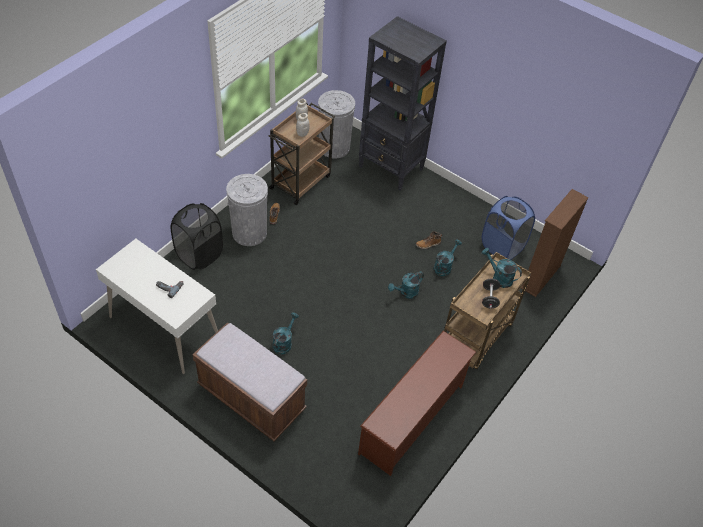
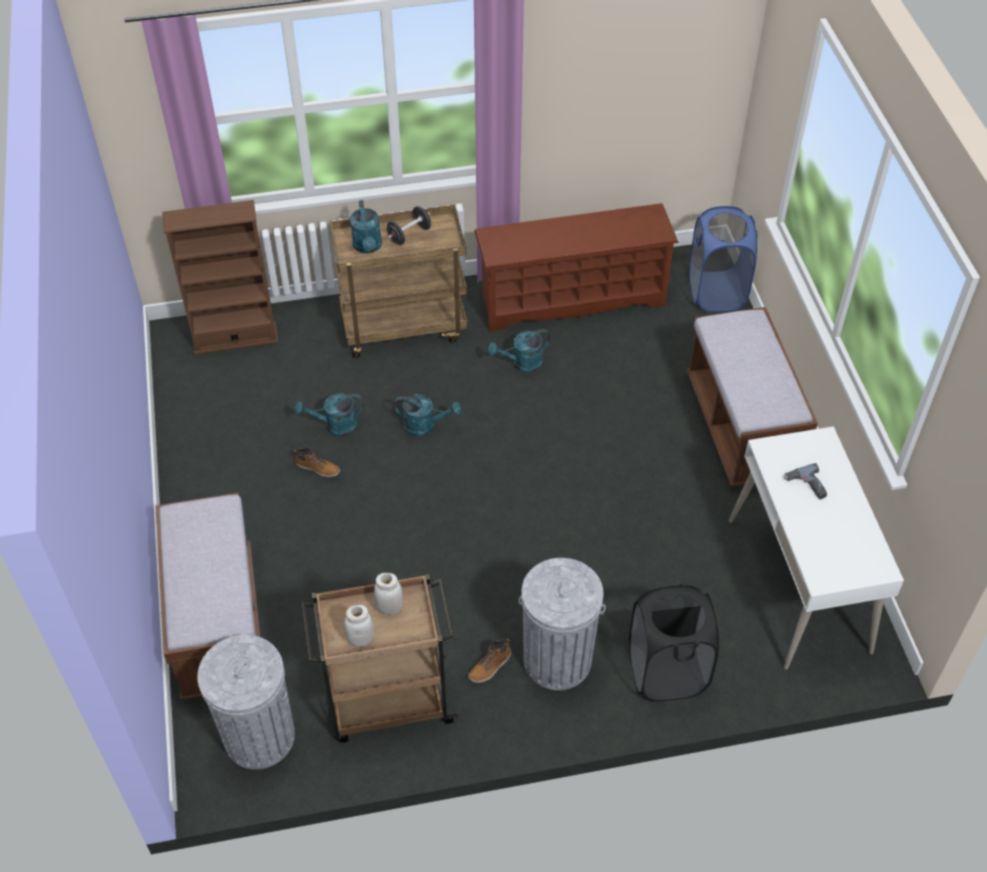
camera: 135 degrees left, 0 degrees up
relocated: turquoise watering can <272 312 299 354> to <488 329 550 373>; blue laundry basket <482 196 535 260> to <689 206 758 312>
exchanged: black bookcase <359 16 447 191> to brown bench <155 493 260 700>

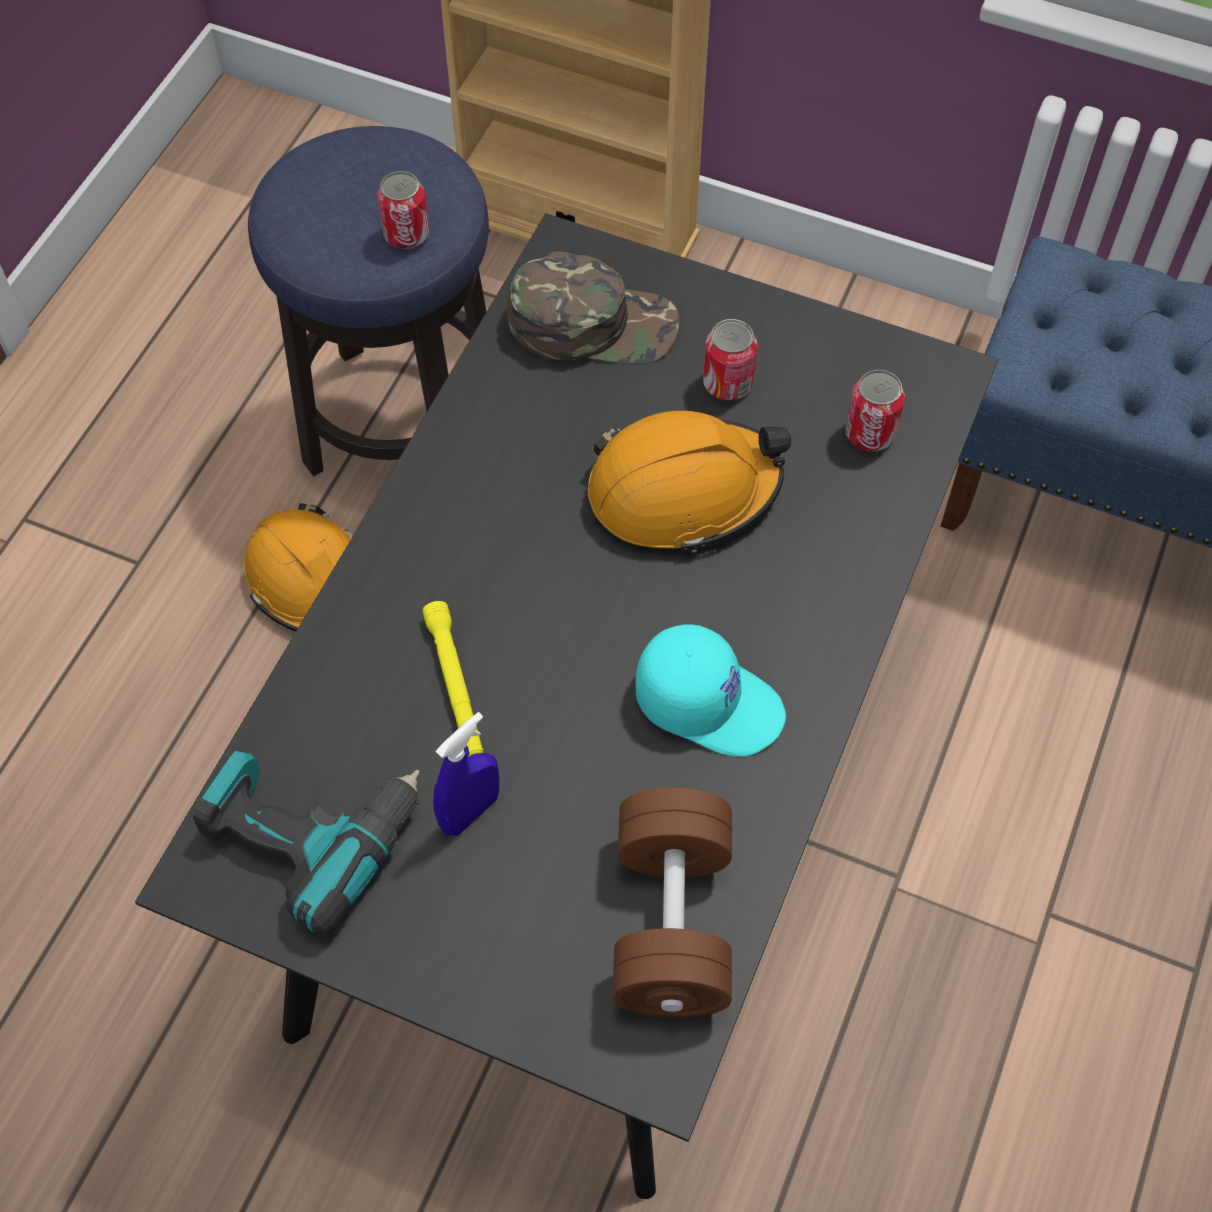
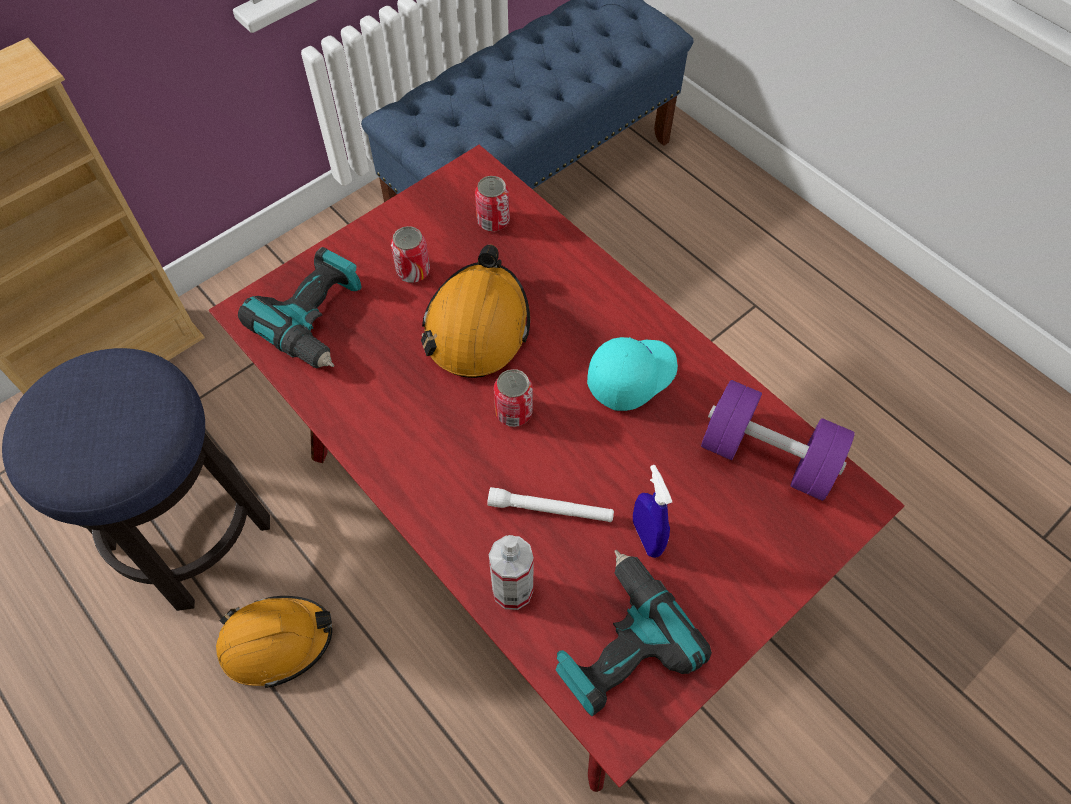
camera: 65 degrees left, 0 degrees up
appeared: spray bottle <489 535 534 610>
relocated: can <377 171 429 249> to <494 369 533 427>
exchanged: green cap <507 252 679 364> to power drill <238 247 362 368>
colour: black dining table <135 213 998 1199> to red dining table <209 145 905 792>; yellow flashlight <423 601 484 758> to white flashlight <487 487 614 522>; brown dumbbell <613 787 732 1018> to purple dumbbell <701 380 855 501>

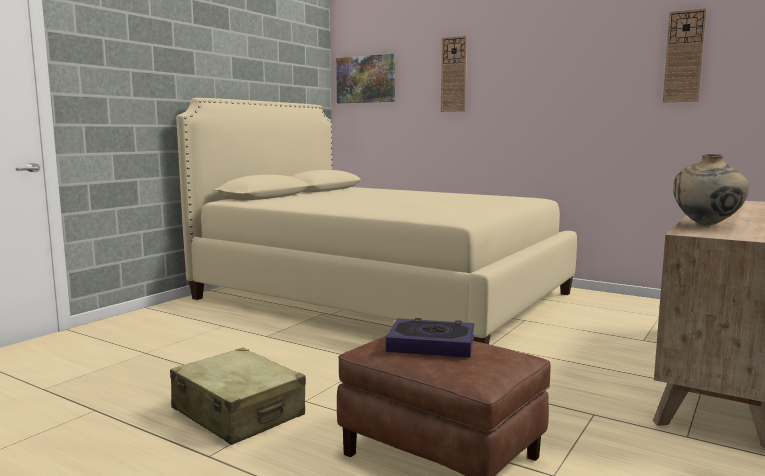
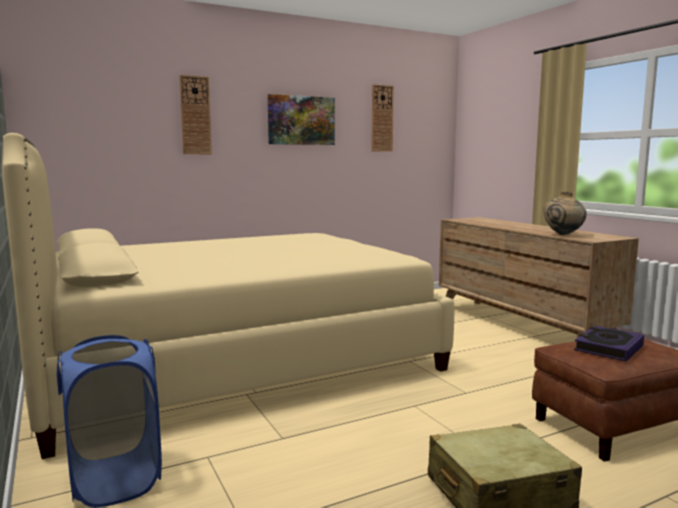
camera: 60 degrees left, 0 degrees up
appeared: blue laundry basket <57 335 162 508>
relocated: picture <336 54 395 103> to <267 94 335 145>

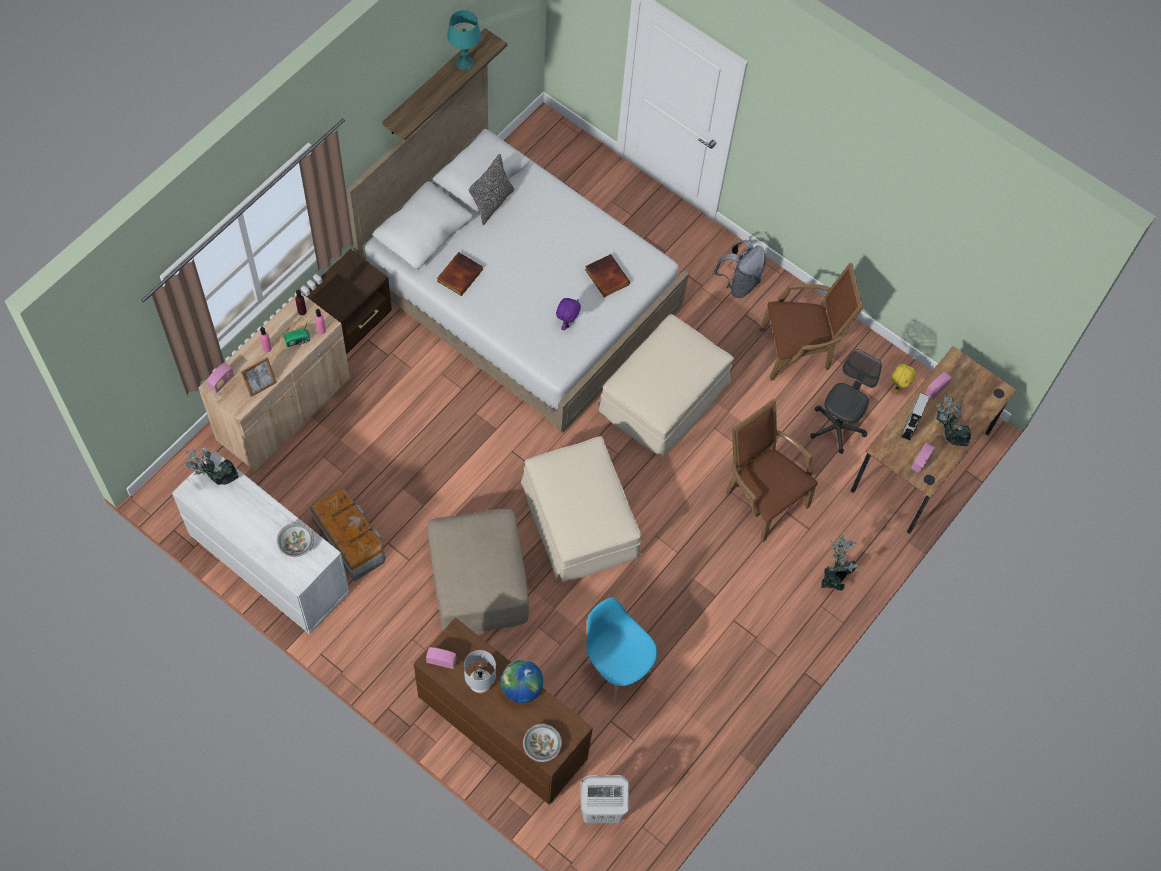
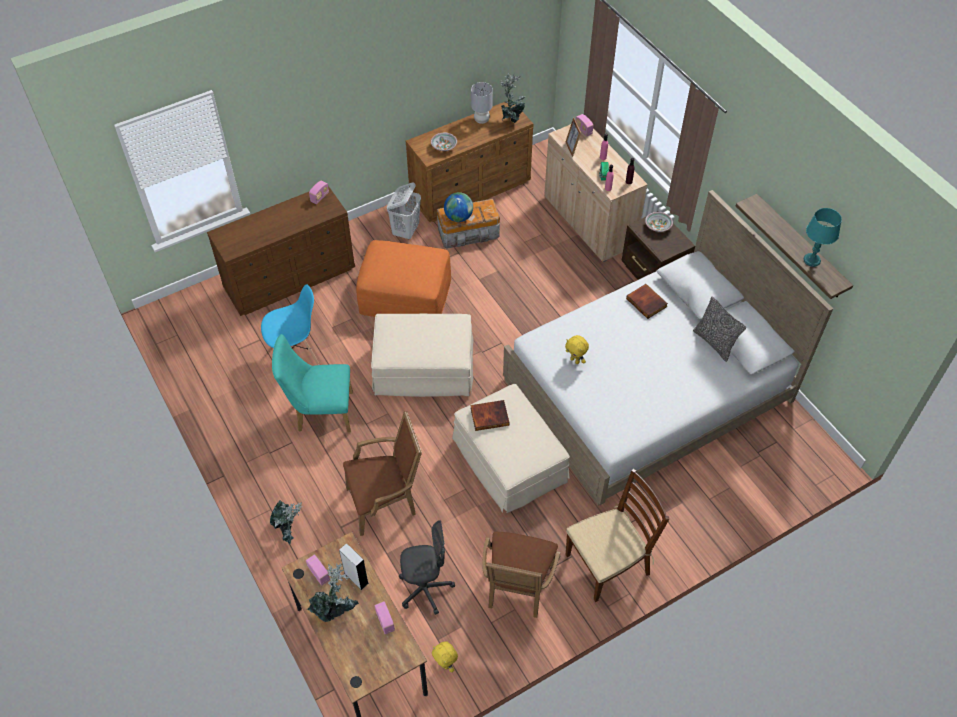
camera: 115 degrees right, 10 degrees down
appeared: turquoise chair <272 334 353 432>
relocated: grey table lamp <464 650 496 693> to <471 82 493 124>; globe <500 660 543 703> to <444 192 473 222>; bowl <523 724 562 762> to <645 212 673 232>; white laundry basket <580 775 629 823> to <387 183 421 239>; book <585 254 630 297> to <470 400 510 431>
exchanged: grey backpack <714 240 766 298> to brown chair <566 469 669 602>
colour: white dresser <172 451 350 634> to brown dresser <406 101 534 222>; beige ottoman <428 509 529 633> to orange ottoman <356 240 451 317>; purple plush toy <556 298 581 330> to yellow plush toy <565 335 589 364>
spun: grey office chair <810 349 882 454> = <399 520 455 615> 60 degrees counterclockwise

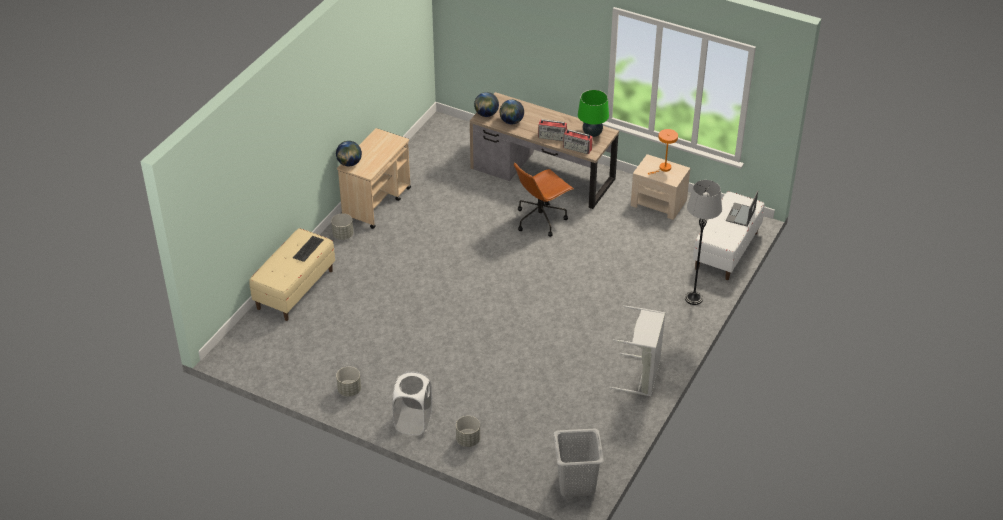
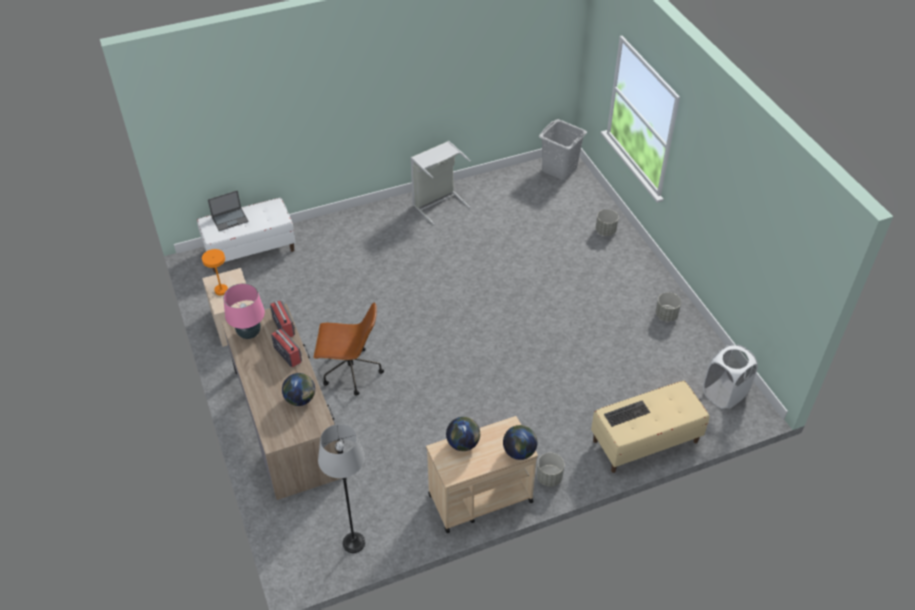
camera: 140 degrees left, 5 degrees up
relocated: white laundry basket <392 371 432 435> to <703 344 758 409>; globe <474 92 499 117> to <446 417 480 451>; grey floor lamp <685 180 722 305> to <318 424 365 553>
colour: green table lamp <578 90 609 137> to pink table lamp <223 283 265 339>

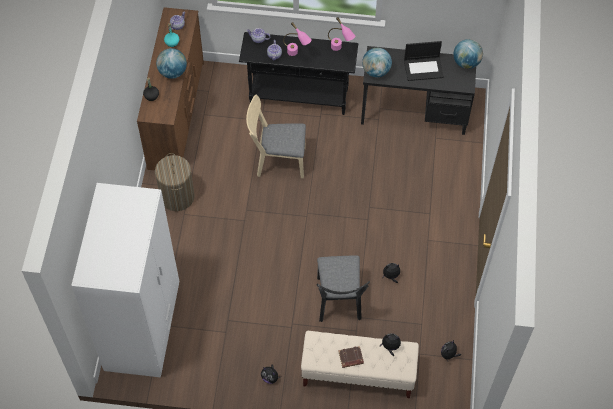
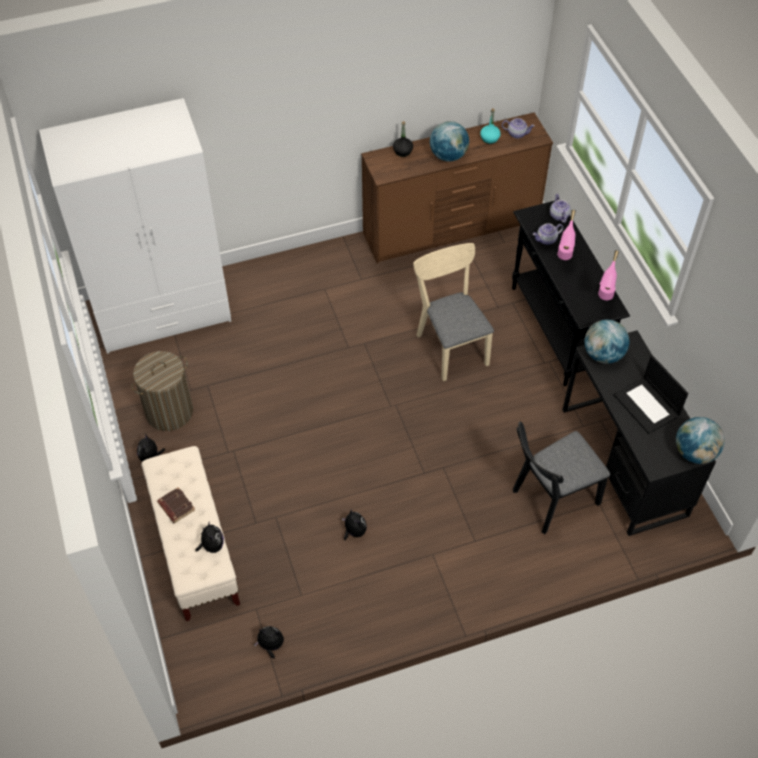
camera: 65 degrees right, 5 degrees down
relocated: laundry basket <155 153 195 211> to <131 351 193 431>; black chair <316 255 370 322> to <513 422 610 534>

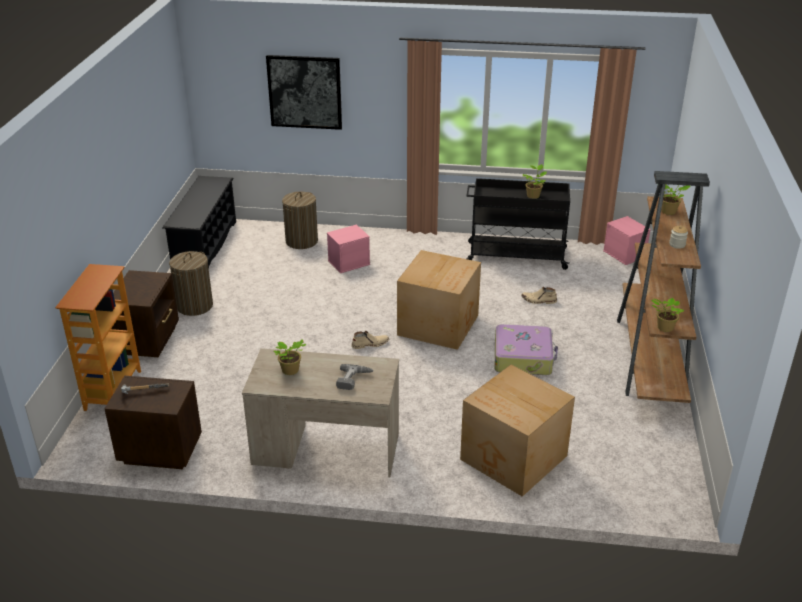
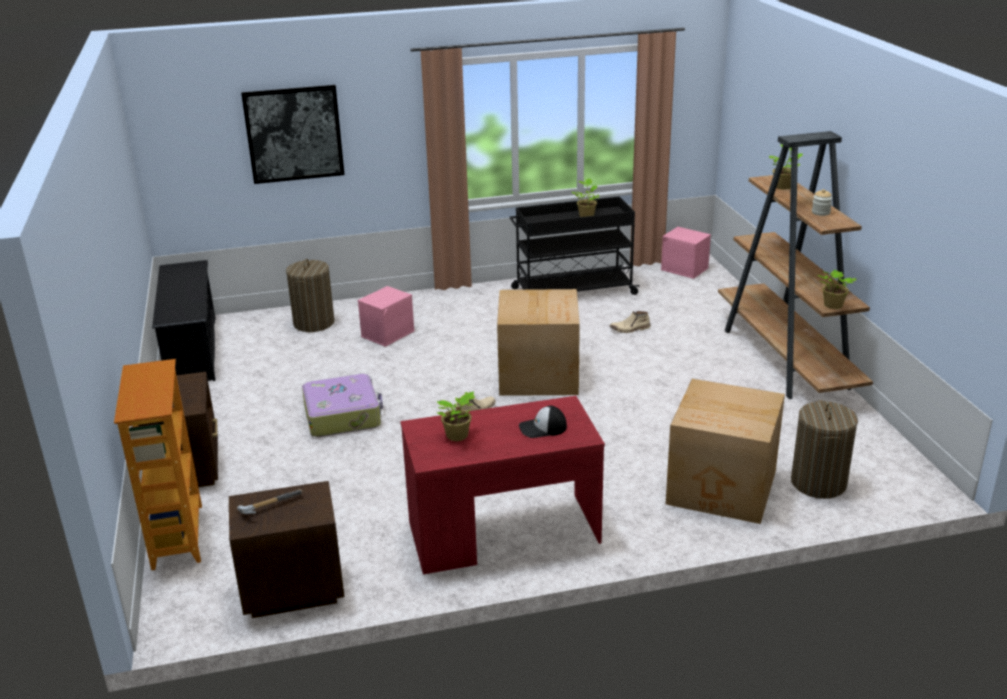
camera: 20 degrees left, 5 degrees down
relocated: laundry basket <169 251 213 316> to <791 400 858 499>; suitcase <495 324 558 375> to <302 374 383 437>
exchanged: power drill <336 364 374 390> to cap <519 406 567 438>
colour: beige desk <242 348 399 477> to red desk <400 396 605 574>

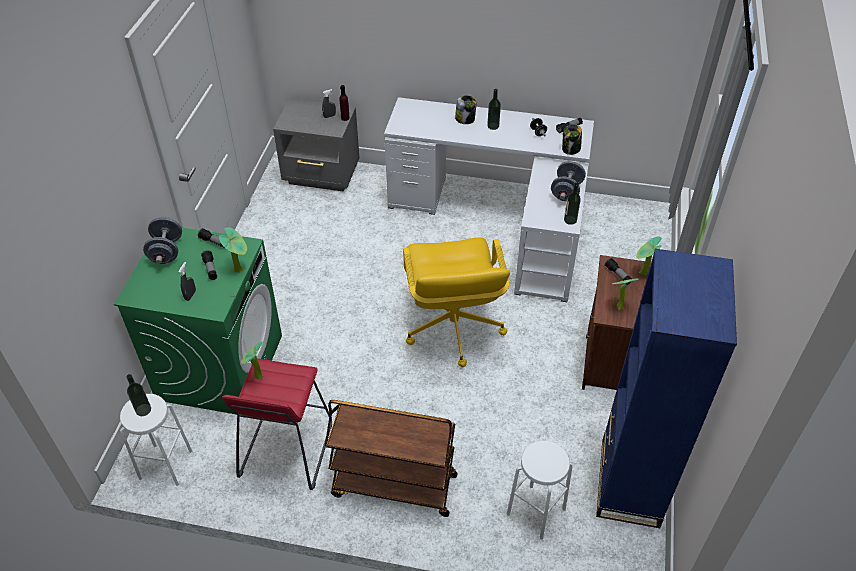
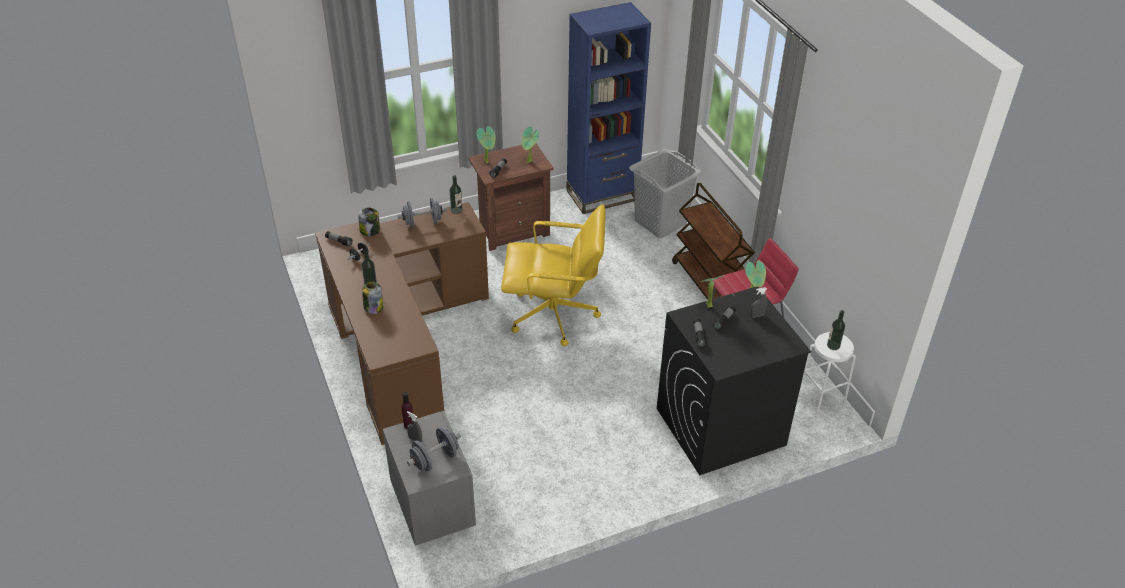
camera: 125 degrees left, 5 degrees down
relocated: grey dumbbell <143 217 182 264> to <407 427 461 471>
exchanged: white stool <507 441 573 539> to grey laundry basket <629 149 702 238>
colour: green washing machine <114 228 282 414> to black washing machine <657 286 811 476>; white desk <384 97 594 302> to brown desk <315 202 489 445>
spun: yellow office chair <403 238 510 367> = <501 204 605 346> 45 degrees clockwise

